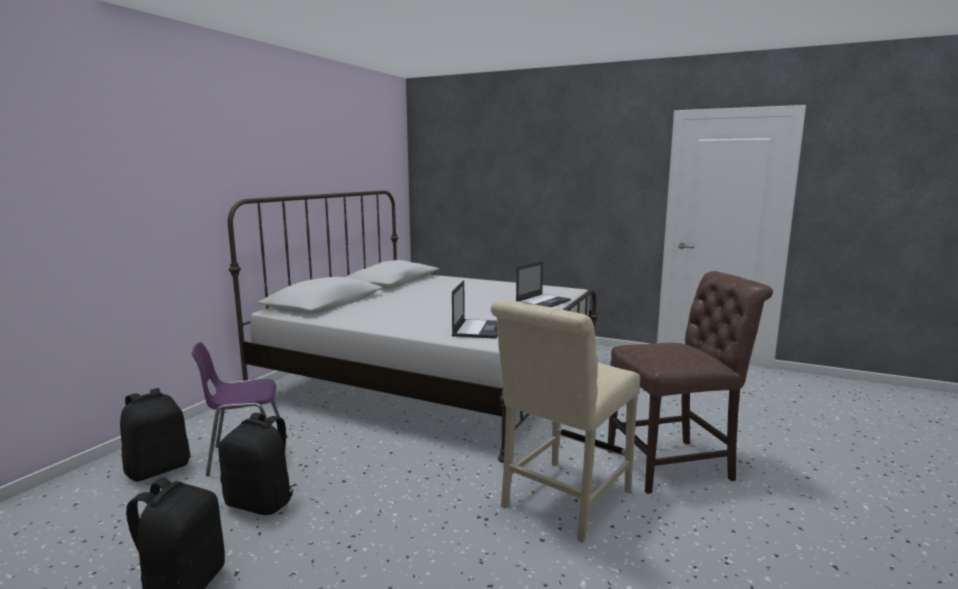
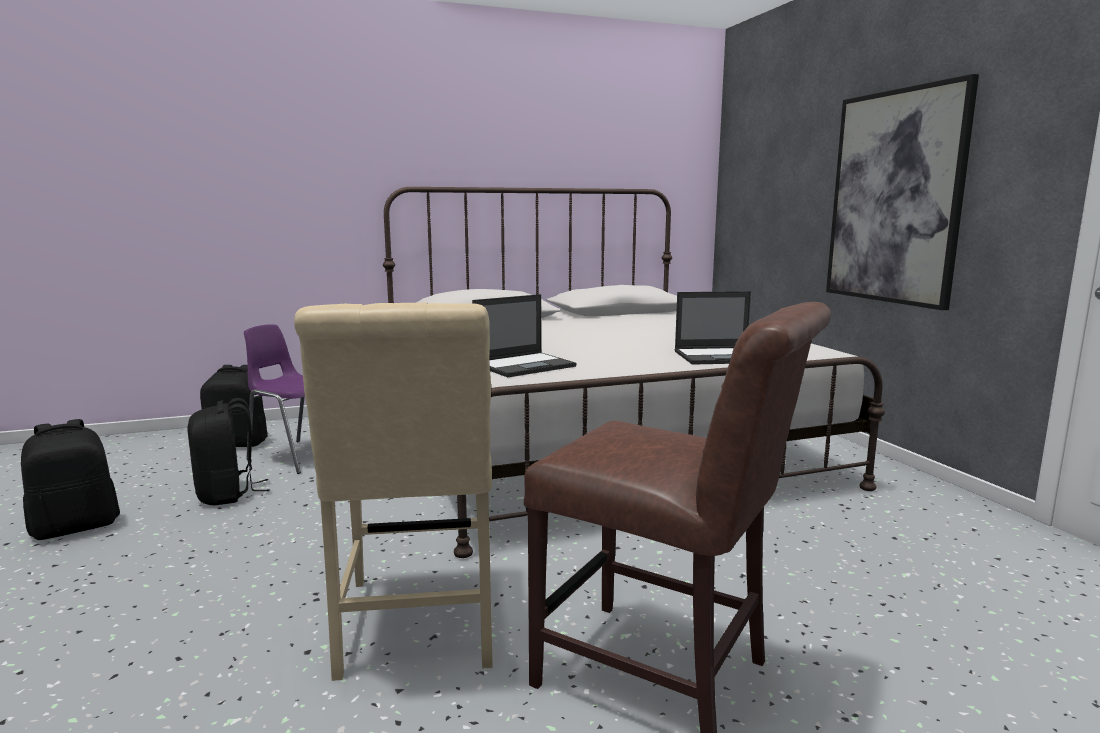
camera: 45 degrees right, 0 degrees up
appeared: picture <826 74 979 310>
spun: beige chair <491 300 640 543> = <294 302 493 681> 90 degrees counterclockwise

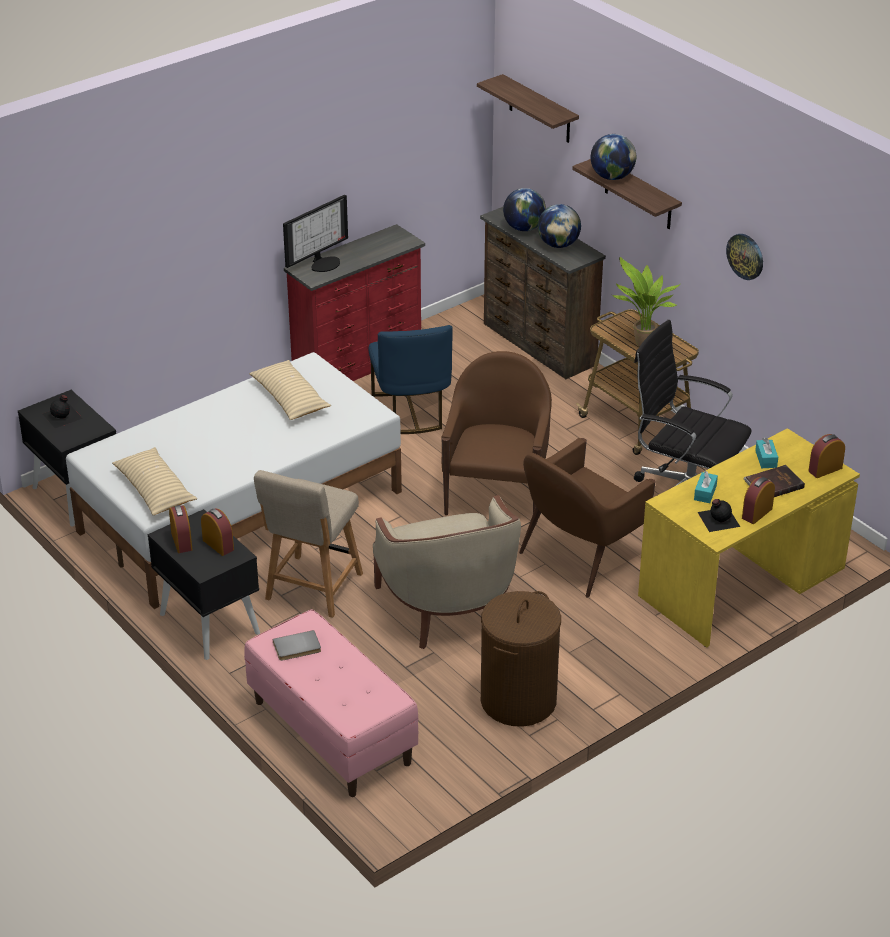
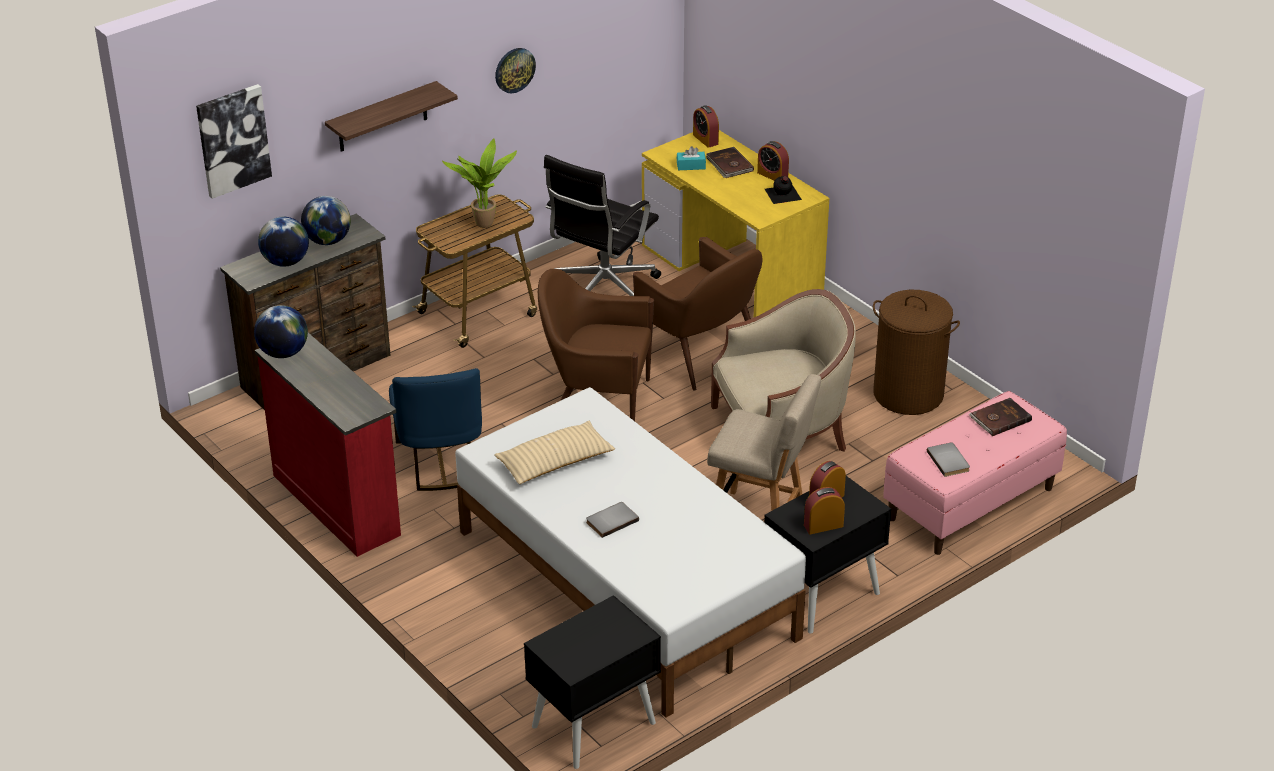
camera: 90 degrees left, 0 degrees up
missing: black bottle <43 395 83 428>; beige pillow <112 447 197 515>; monitor <283 195 348 272>; turquoise tissue box <694 471 718 503>
appeared: grey book <586 502 639 538>; brown book <969 398 1032 436>
relocated: globe <591 134 636 180> to <254 305 308 358>
exchanged: shelf <477 74 579 143> to picture <196 84 272 199>
spun: blue chair <368 325 453 434> = <389 368 482 491> 90 degrees clockwise

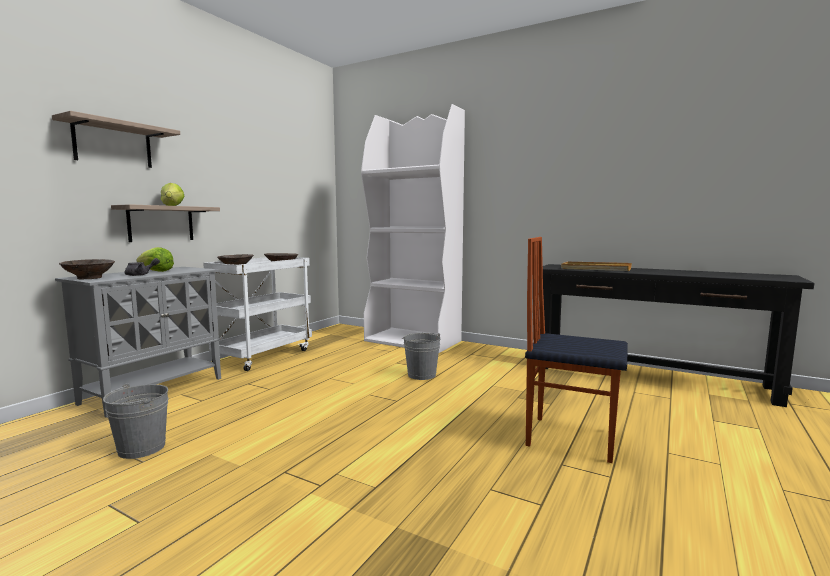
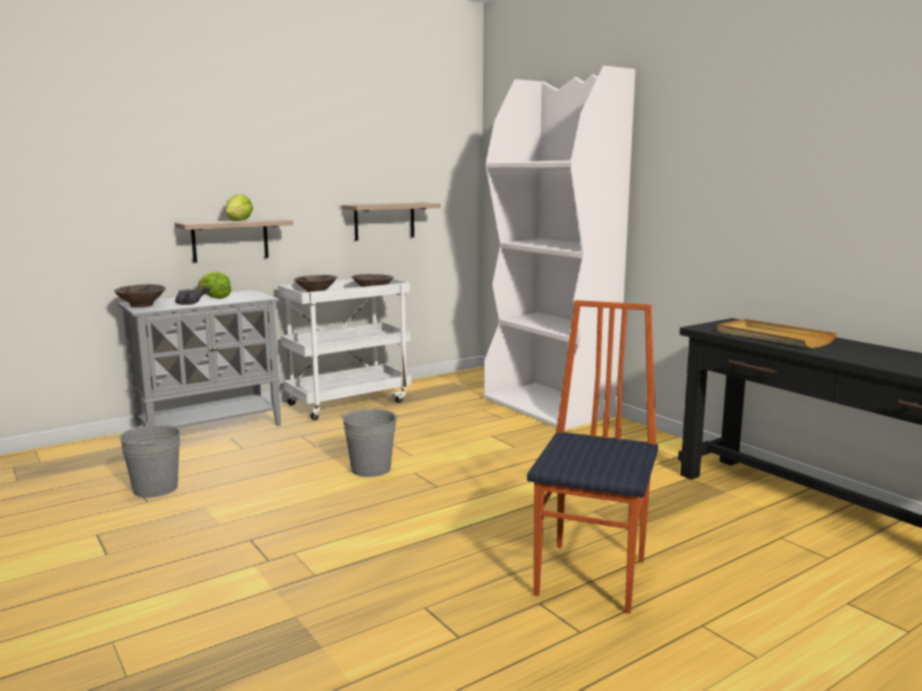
camera: 25 degrees right, 5 degrees up
relocated: shelf <52 111 180 168> to <342 203 441 241>; grey bucket <401 333 441 380> to <340 409 400 477>
spun: chair <525 237 628 463> = <527 300 658 614> 60 degrees clockwise

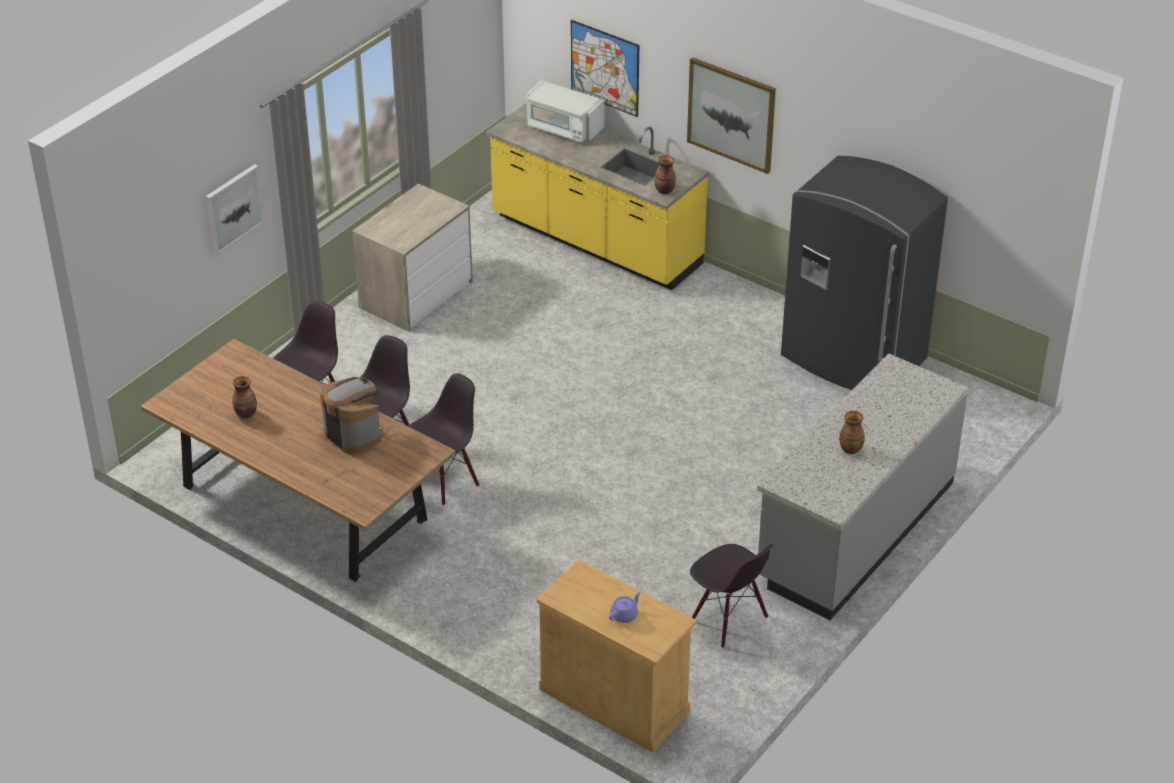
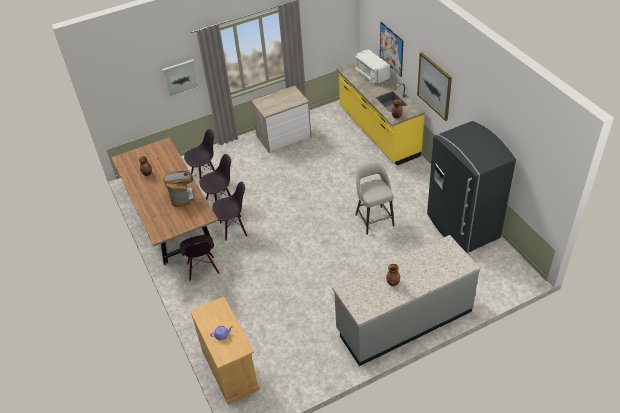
camera: 30 degrees right, 5 degrees up
appeared: grey stool <355 162 394 235>
relocated: black chair <690 544 773 648> to <180 235 220 281>

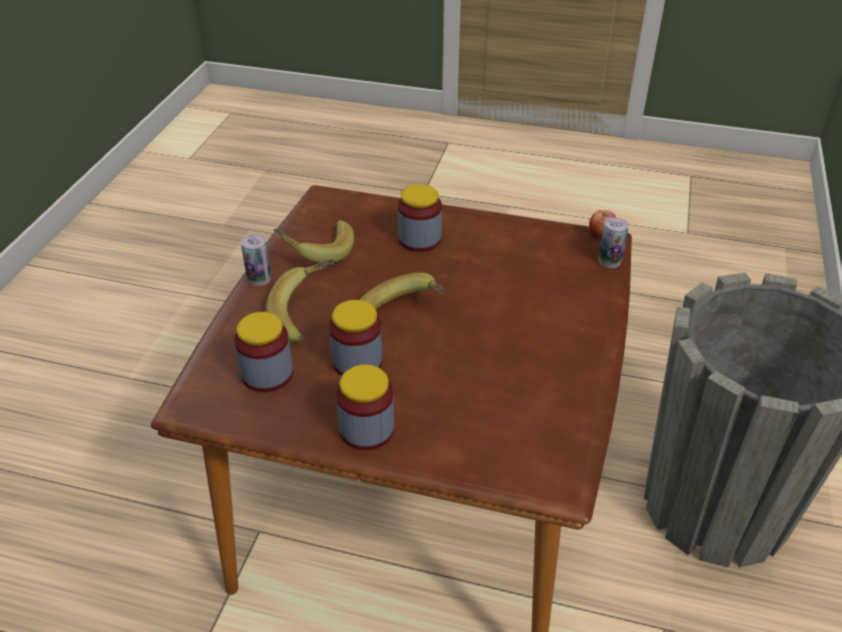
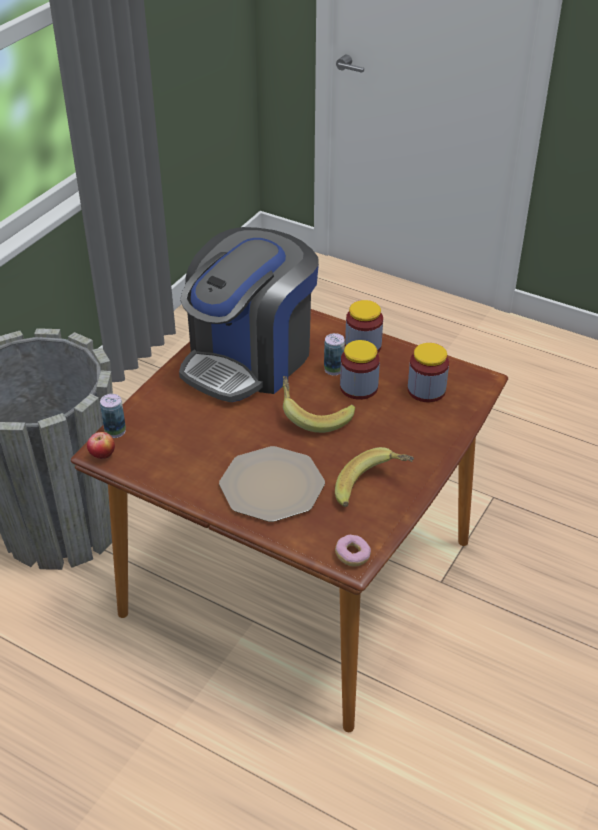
camera: 165 degrees left, 0 degrees up
missing: banana <266 259 335 343>
appeared: coffee machine <179 227 319 402>; donut <335 535 371 566>
relocated: can <241 234 271 286> to <324 333 345 375>
exchanged: jar <398 184 442 252> to plate <219 446 325 522>

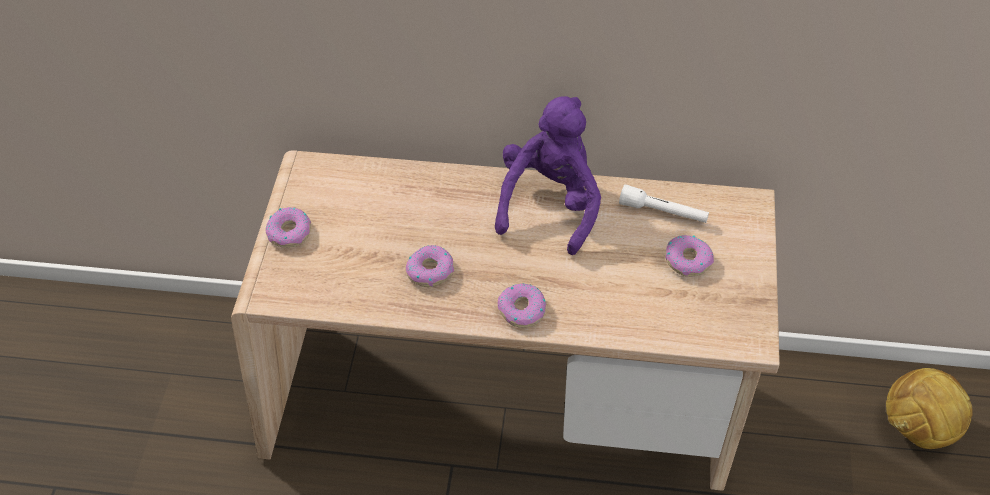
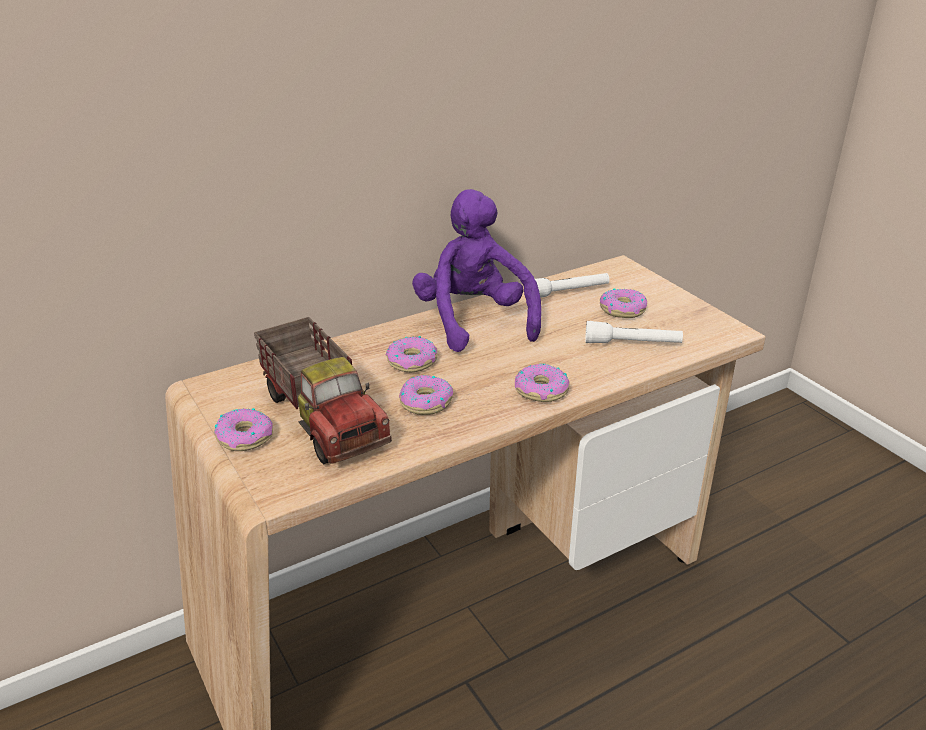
camera: 40 degrees left, 20 degrees down
missing: football <886 368 973 449>
appeared: toy truck <254 317 392 464>; donut <386 336 438 372>; white flashlight <585 321 683 343>

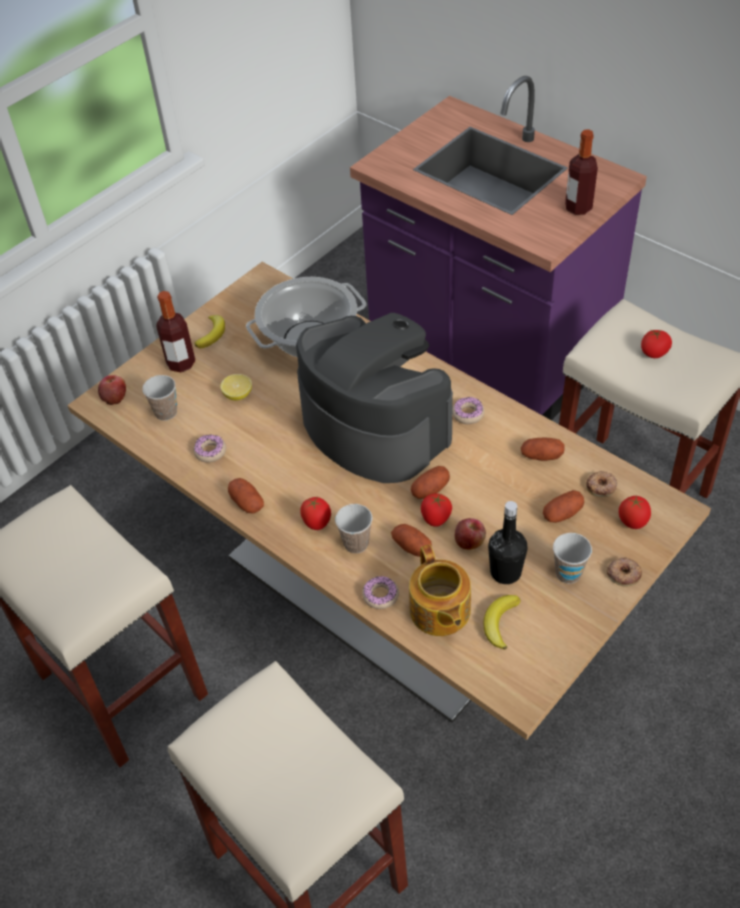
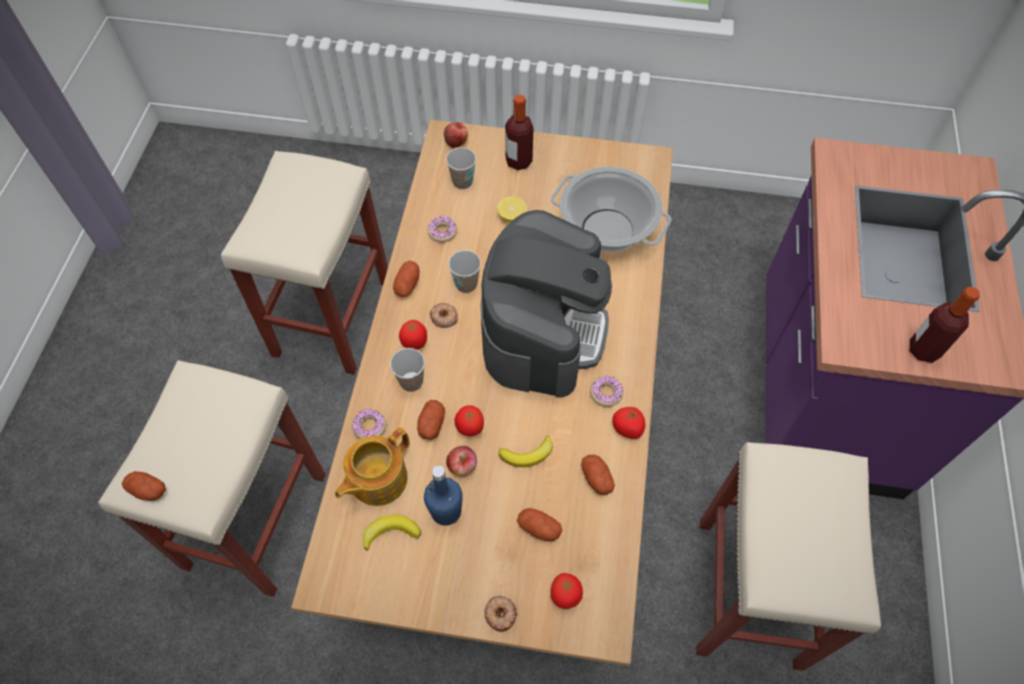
camera: 55 degrees right, 10 degrees up
relocated: banana <194 315 225 348> to <499 435 553 467>; potato <411 466 450 499> to <122 471 166 501>; cup <553 533 592 584> to <448 250 481 293>; donut <586 471 617 497> to <430 303 458 328>; tomato <641 330 672 358> to <612 407 645 439>
colour: black bottle <488 501 527 584> to blue bottle <424 465 463 526>

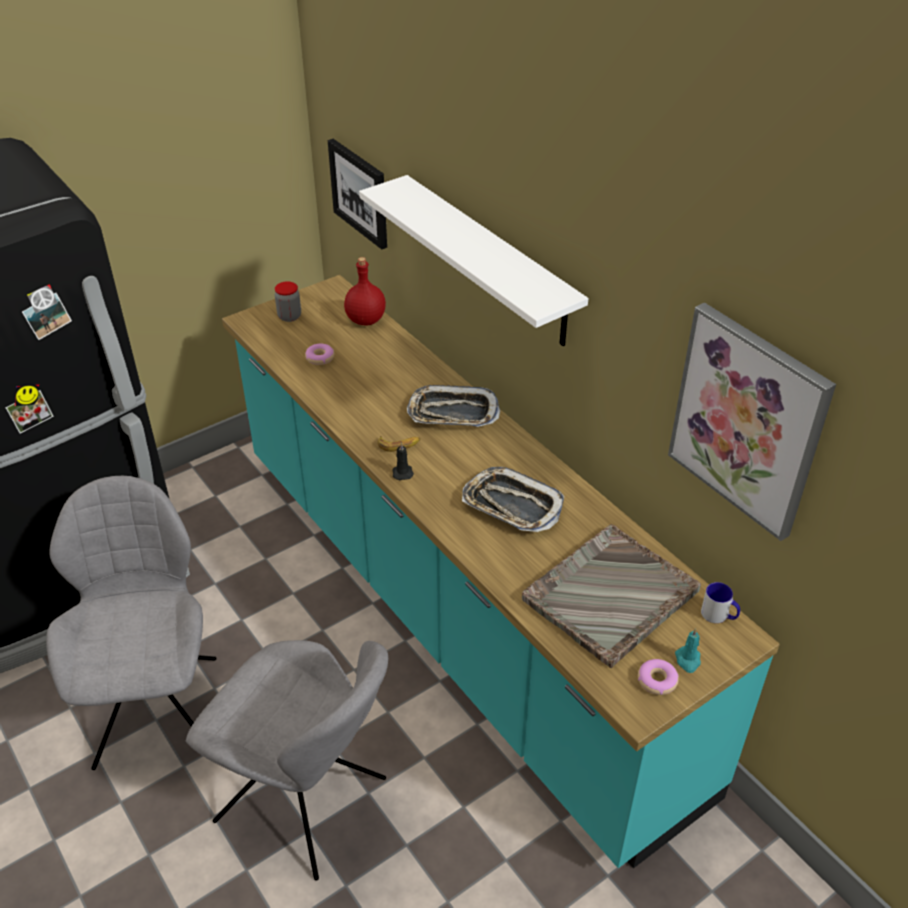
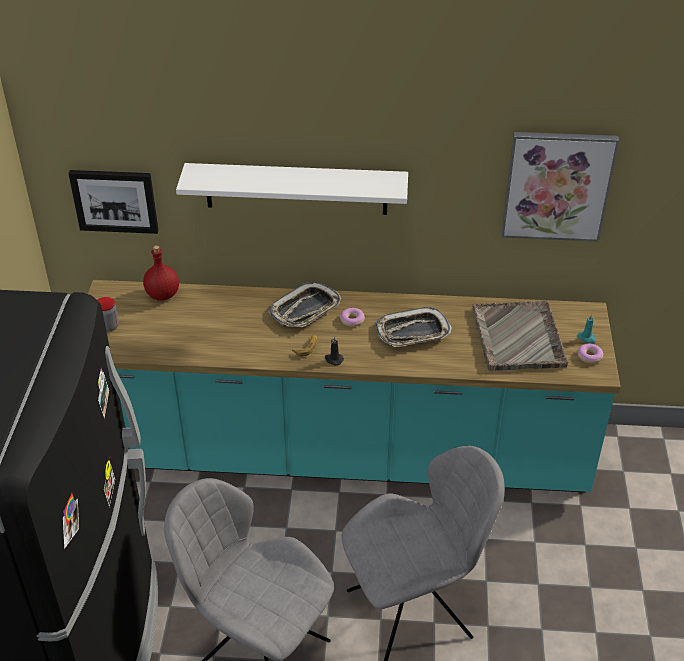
camera: 50 degrees left, 0 degrees up
missing: mug <701 582 740 623>
relocated: donut <305 344 334 365> to <340 308 365 327>

